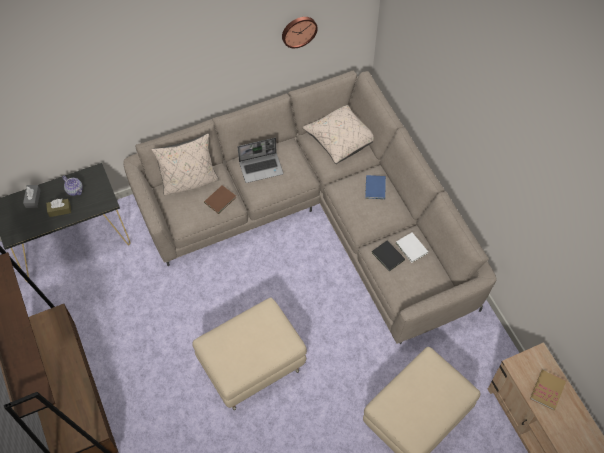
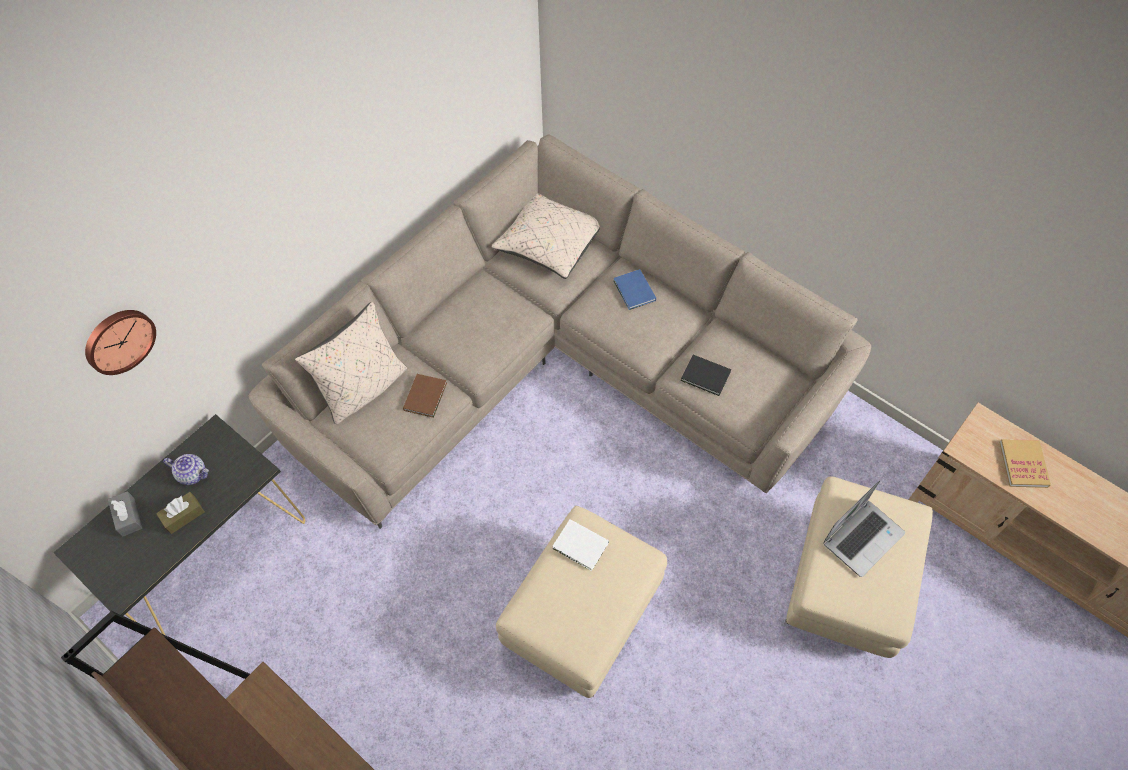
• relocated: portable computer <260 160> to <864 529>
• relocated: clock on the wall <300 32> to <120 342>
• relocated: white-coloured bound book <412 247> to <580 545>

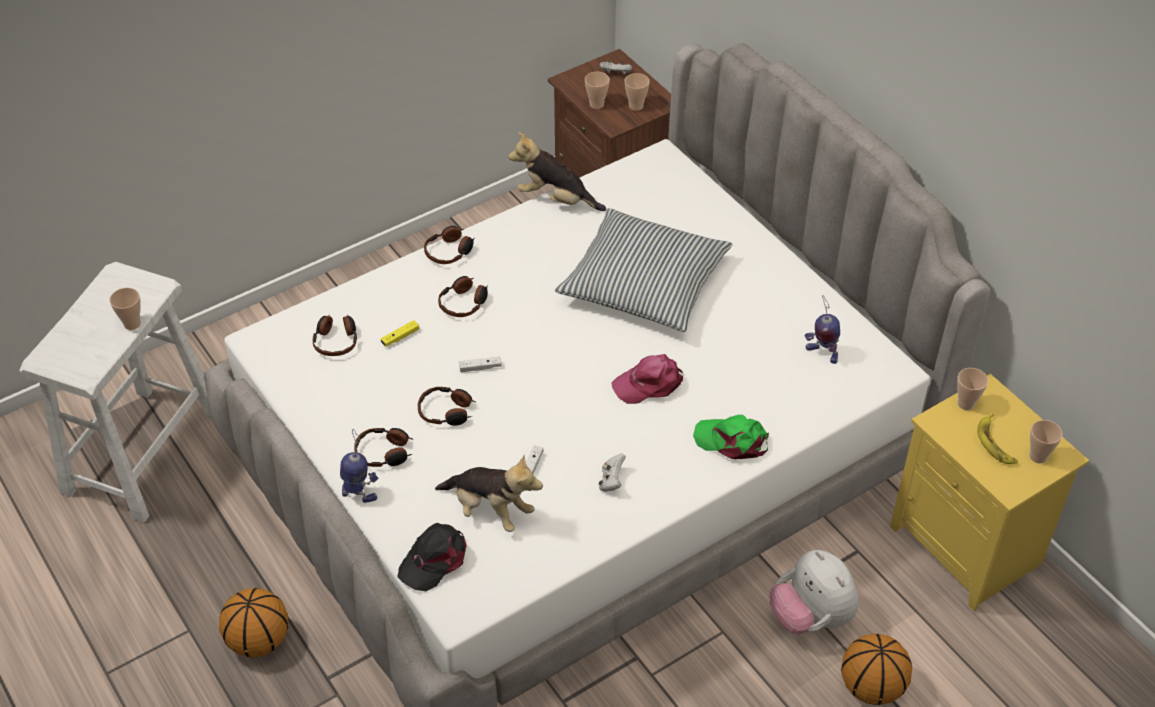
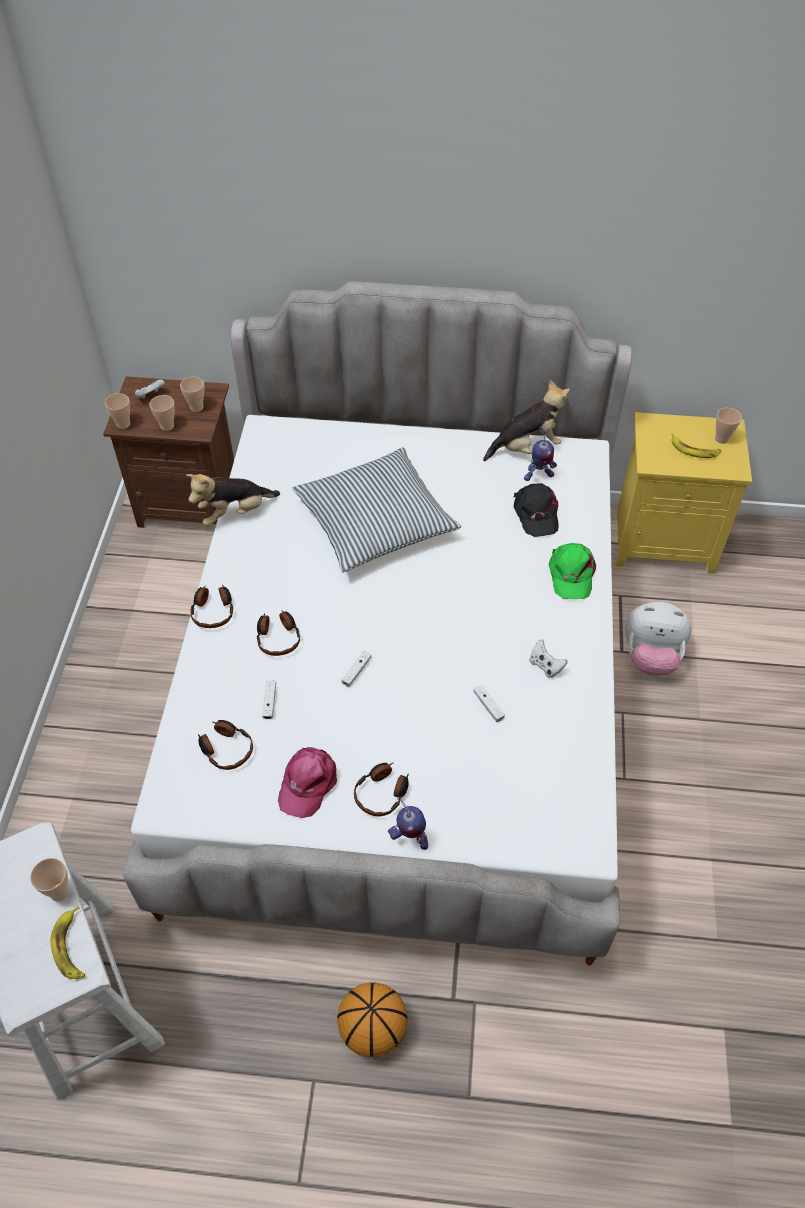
• spun: robot figure <359 466> = <407 824> 135 degrees counterclockwise
• colour: yellowish game controller <400 333> to white-coloured game controller <269 699>
• relocated: black peaked cap <432 557> to <536 510>
• missing: pair of headphones <446 406>
• relocated: soft toy <489 493> to <526 420>
• relocated: pink peaked cap <647 379> to <307 782>
• spun: green peaked cap <731 437> = <572 571> 60 degrees counterclockwise
• missing: basketball ball <876 669>
• relocated: small cup <972 389> to <117 411>
• appeared: banana fruit <68 942>

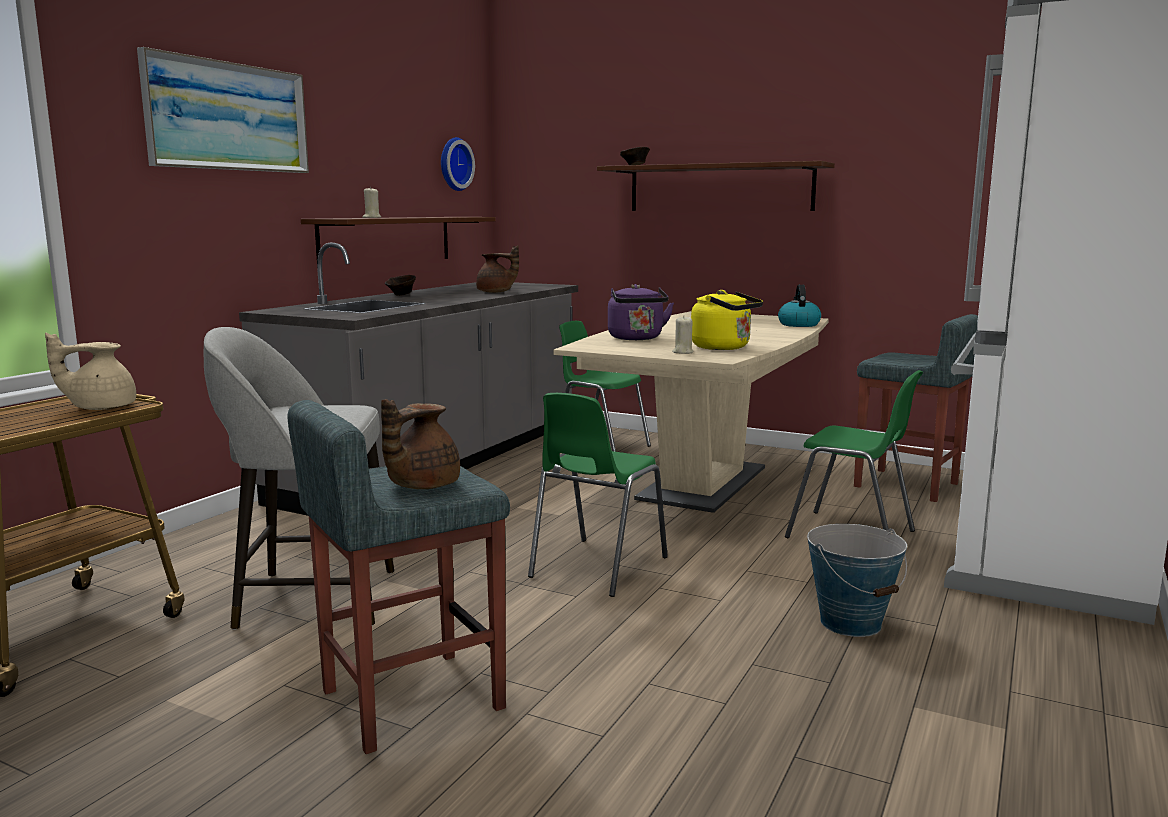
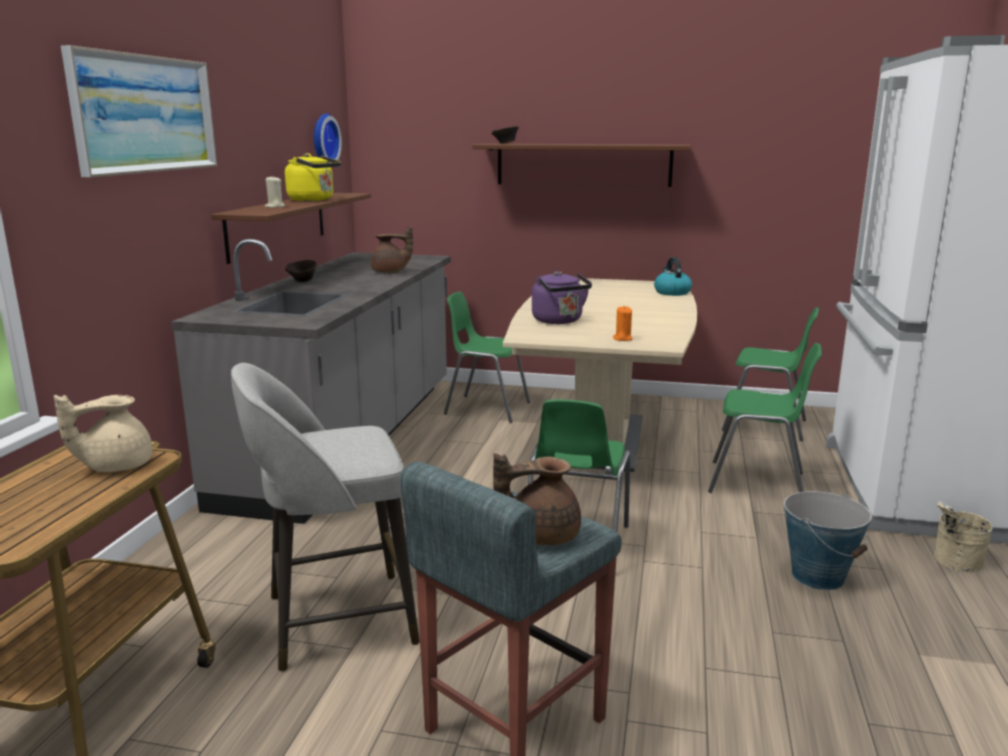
• spun: brown tea pot <420 444> = <537 499> 60 degrees clockwise
• colour: beige wax light <683 335> to orangey wax light <622 323>
• relocated: yellowish kettle <727 320> to <313 177>
• exchanged: grey sitting stool <916 408> to green upright chair <770 374>
• appeared: beige water bucket <963 537>

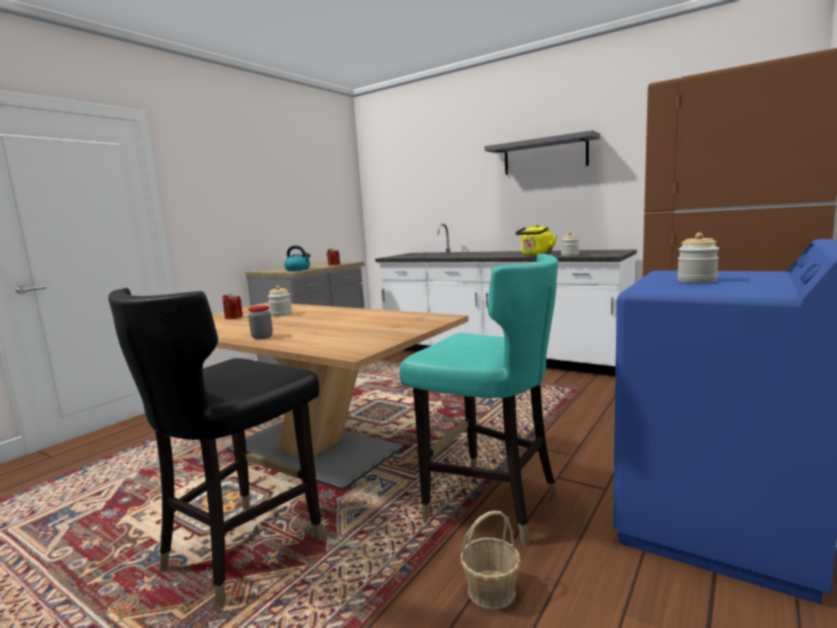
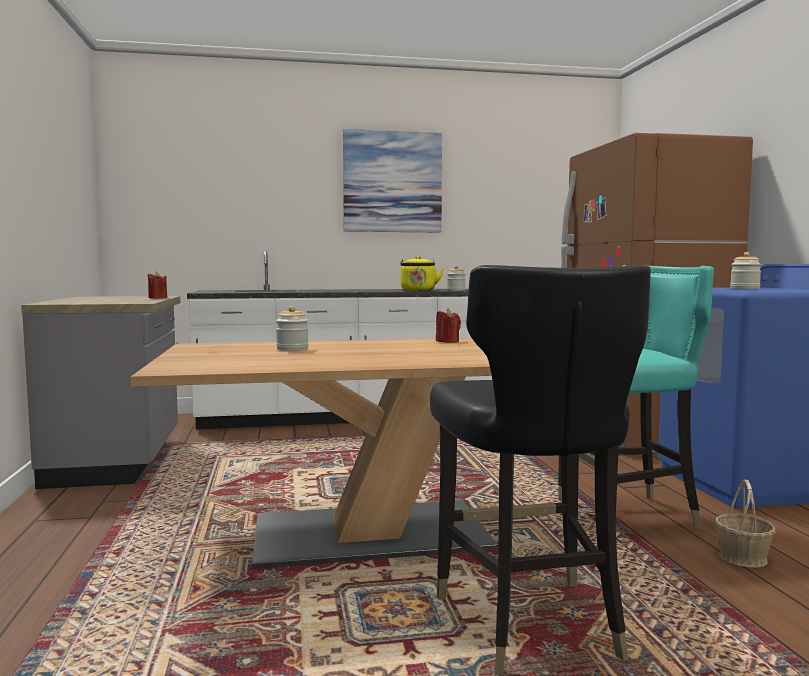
• relocated: red-coloured wax light <232 306> to <448 325>
• missing: jar <260 322>
• missing: kettle <297 258>
• exchanged: grey bracket shelf <542 152> to wall picture <392 180>

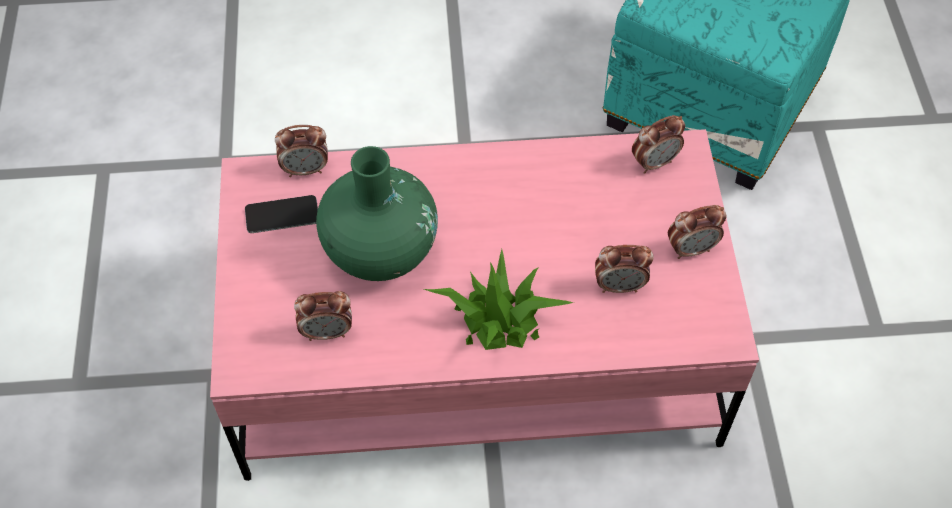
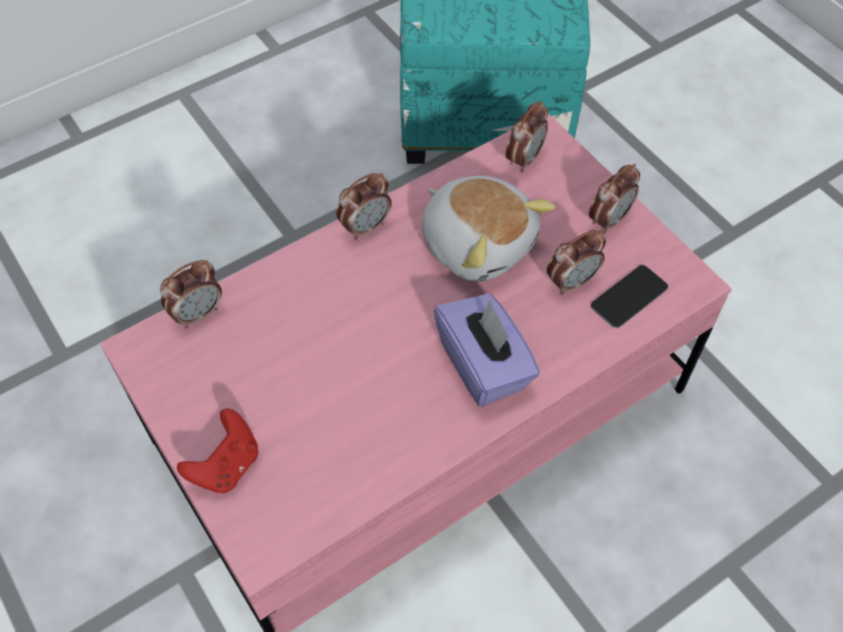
• relocated: phone <281 214> to <629 296>
• relocated: alarm clock <323 316> to <364 206>
• missing: green flower vase <377 213>
• exchanged: potted plant <499 299> to purplish box of tissues <487 350>
• appeared: red-coloured game controller <217 451>
• appeared: soft toy <489 229>

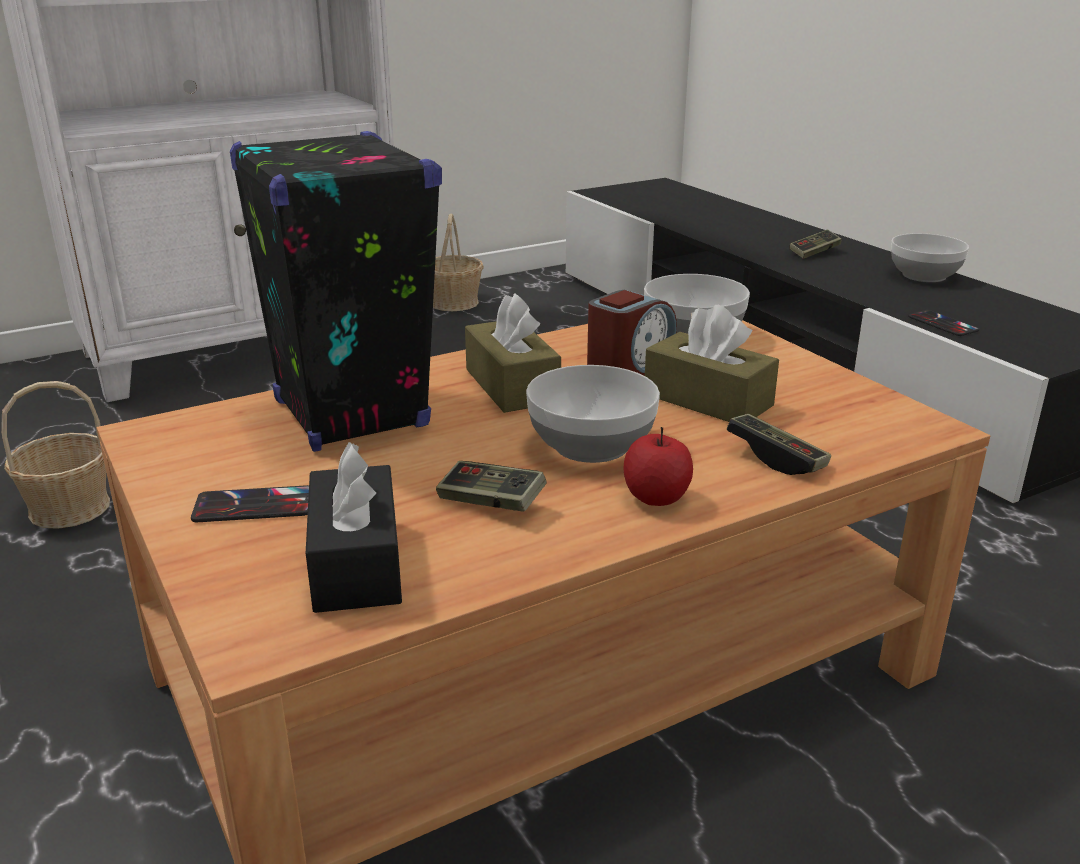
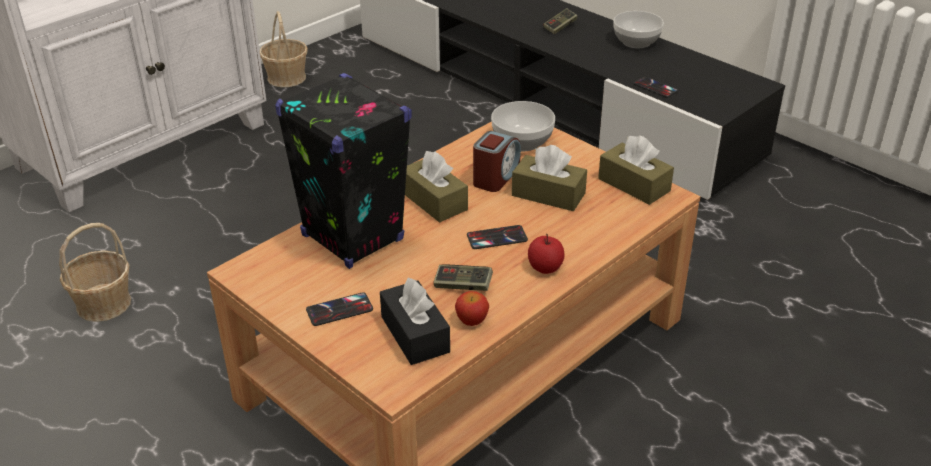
• exchanged: serving bowl <593 414> to phone <497 237>
• missing: game controller <779 444>
• appeared: apple <472 308>
• appeared: brown box of tissues <636 170>

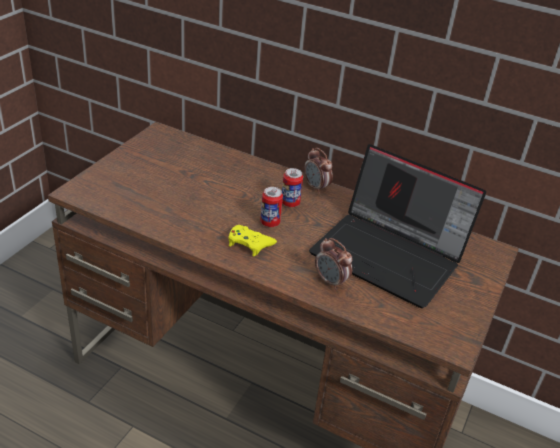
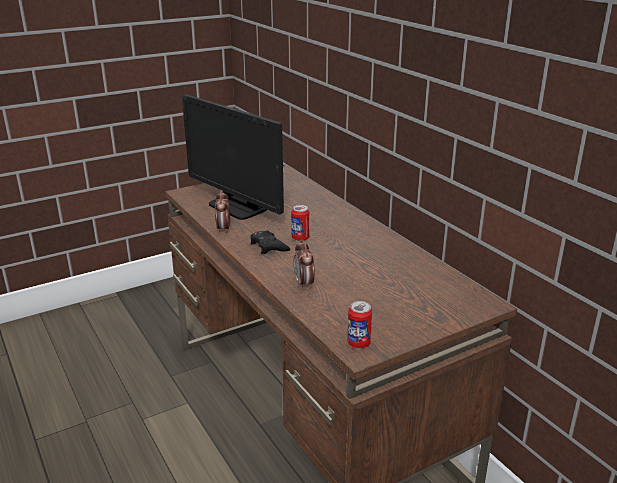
• colour: yellowish game controller <252 240> to black game controller <270 242>
• relocated: metal can <292 187> to <359 325>
• relocated: alarm clock <318 171> to <222 211>
• missing: portable computer <397 226>
• appeared: monitor <233 157>

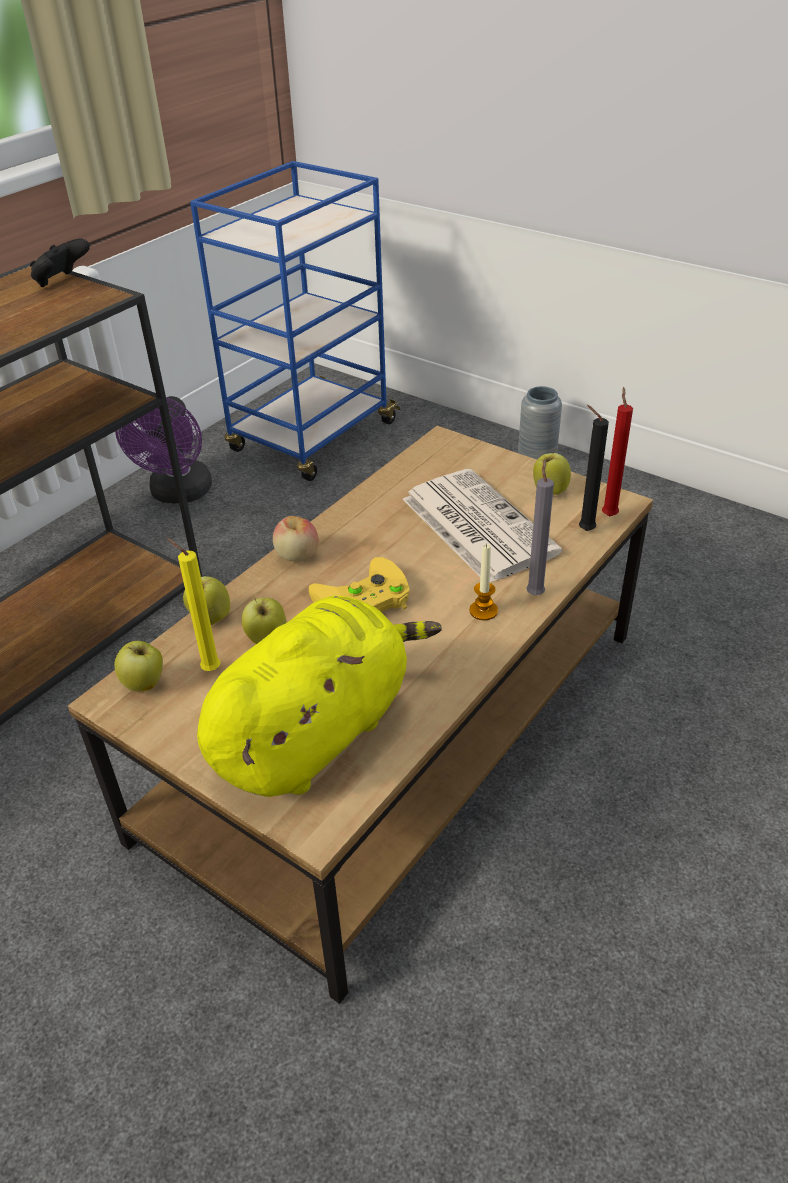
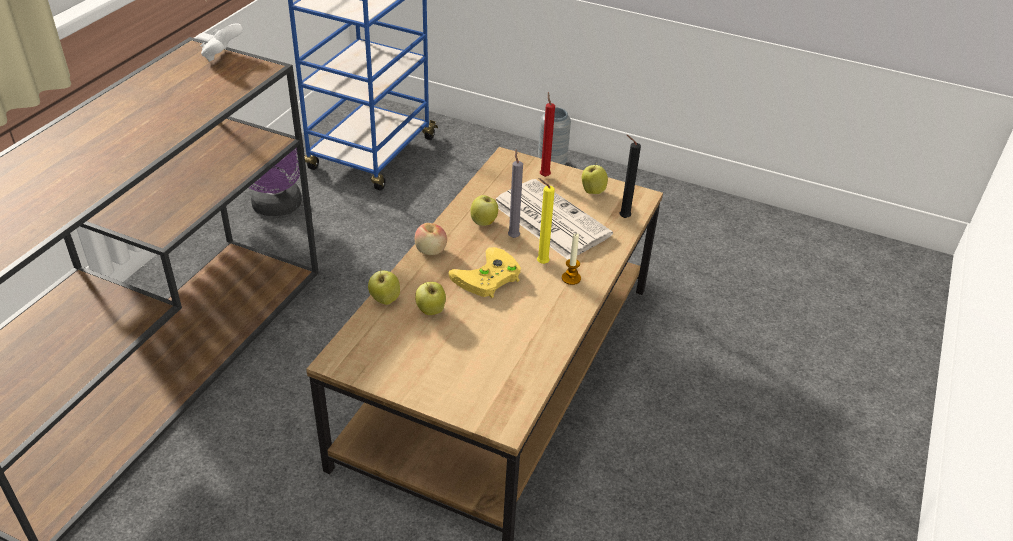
• colour: black game controller <60 262> to white-coloured game controller <222 42>
• relocated: apple <138 666> to <484 210>
• relocated: yellowish wax light <194 604> to <546 221>
• missing: yellowish soft toy <319 696>
• relocated: grey wax light <540 527> to <515 193>
• relocated: red-coloured wax light <617 451> to <547 134>

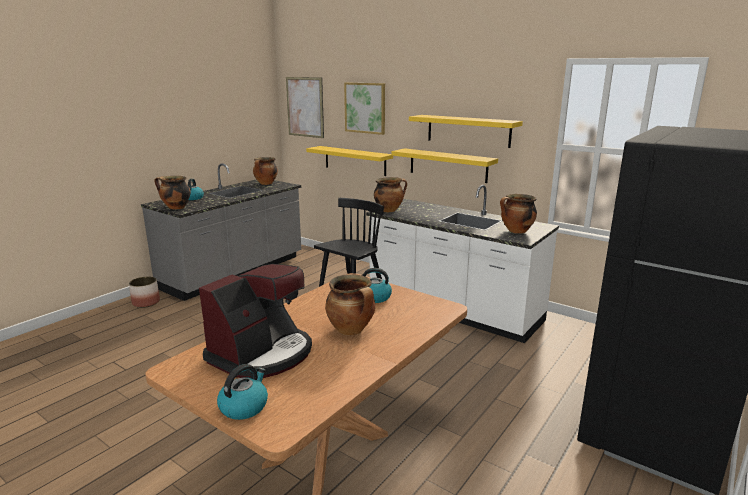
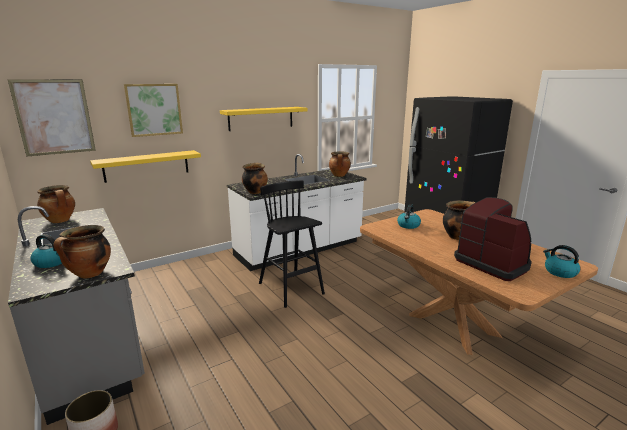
• missing: yellowish bracket shelf <444 165>

